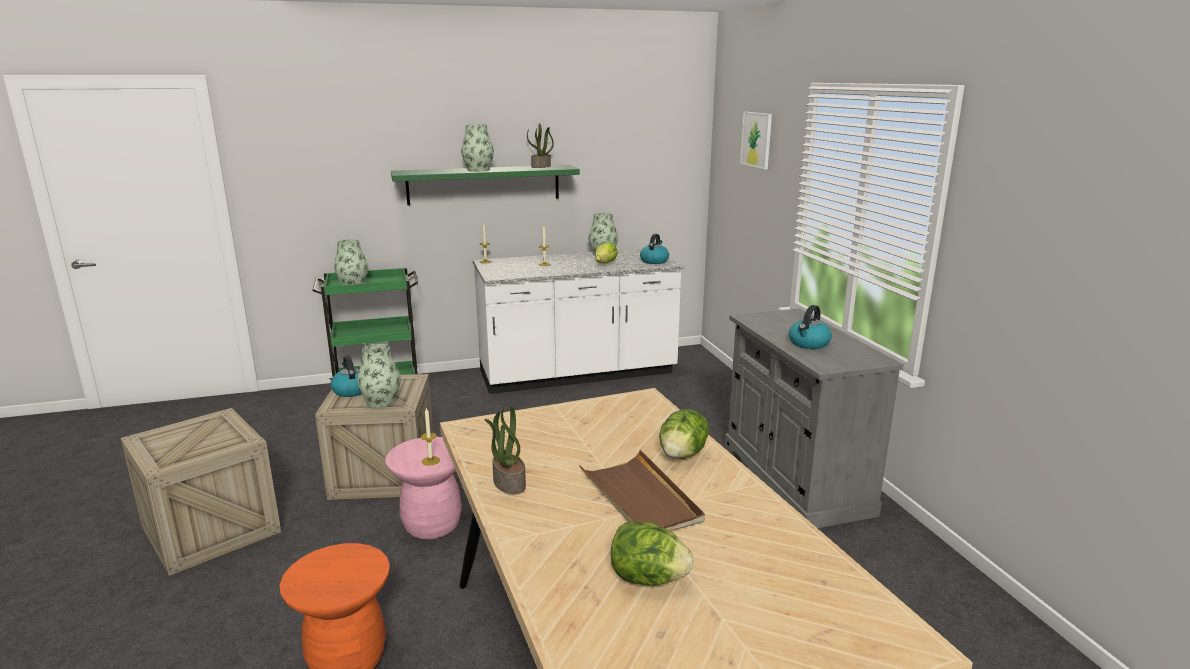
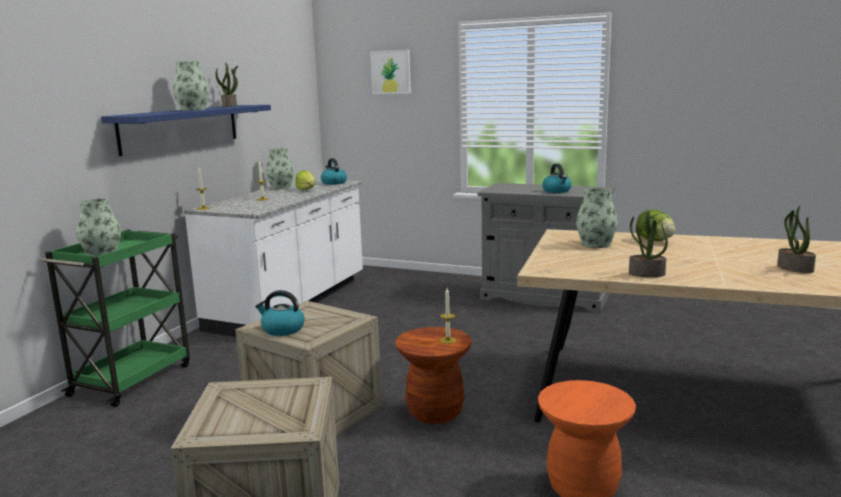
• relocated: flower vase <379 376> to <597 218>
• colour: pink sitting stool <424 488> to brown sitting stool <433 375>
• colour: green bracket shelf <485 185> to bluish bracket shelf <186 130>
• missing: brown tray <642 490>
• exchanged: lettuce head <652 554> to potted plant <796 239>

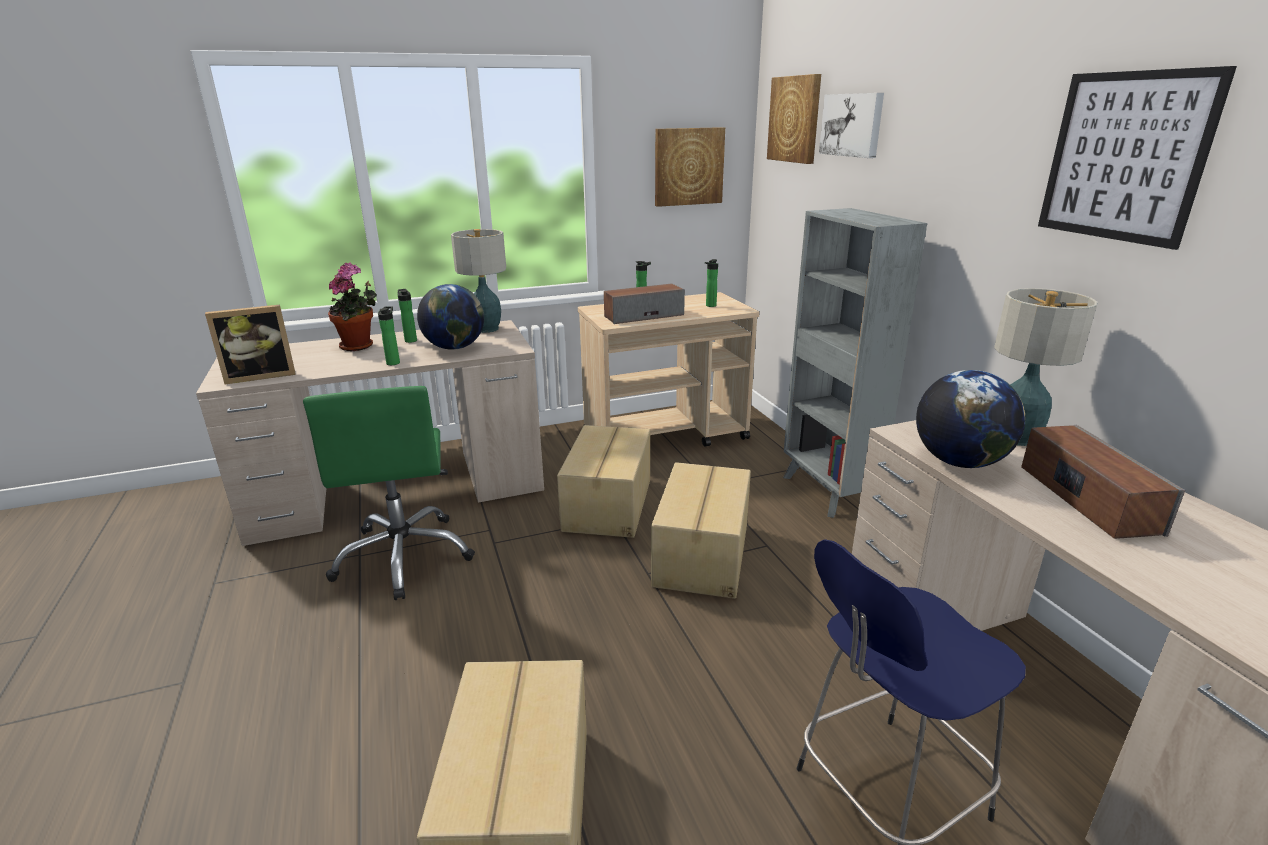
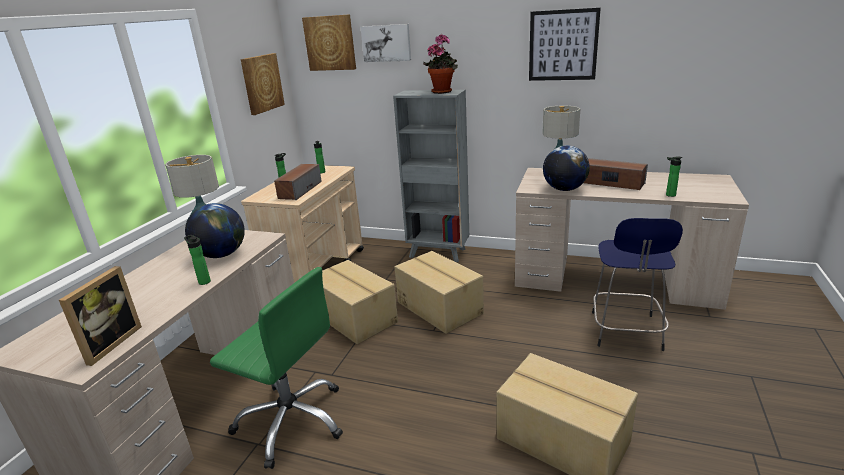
• relocated: potted plant <352 306> to <440 64>
• relocated: beverage bottle <407 316> to <674 176>

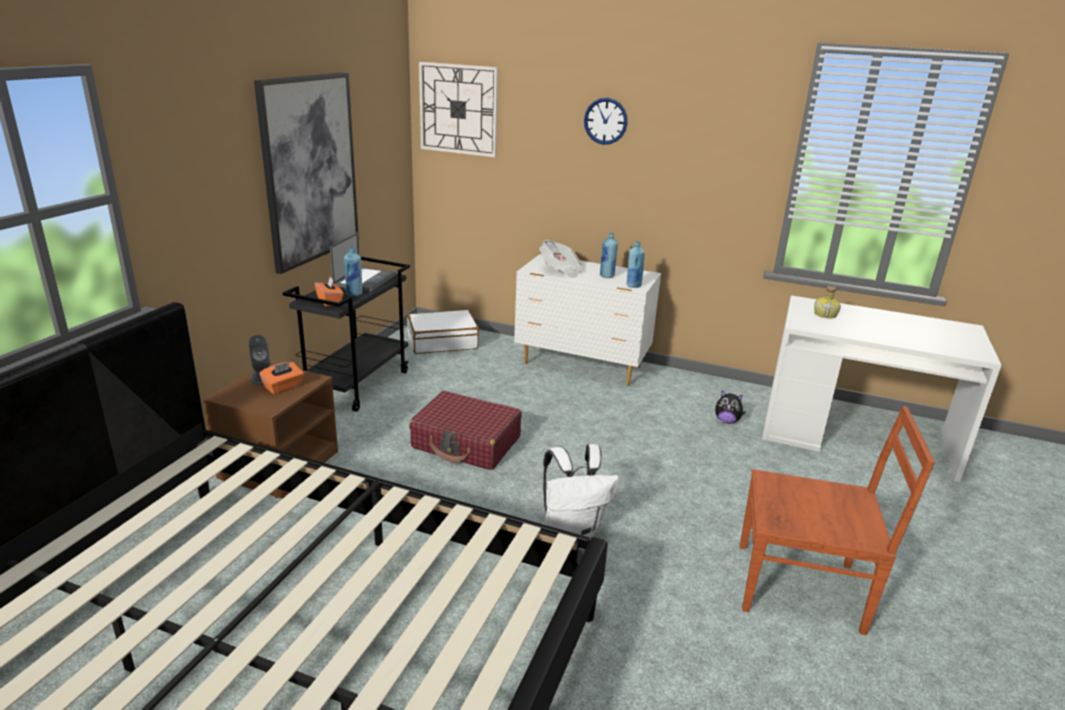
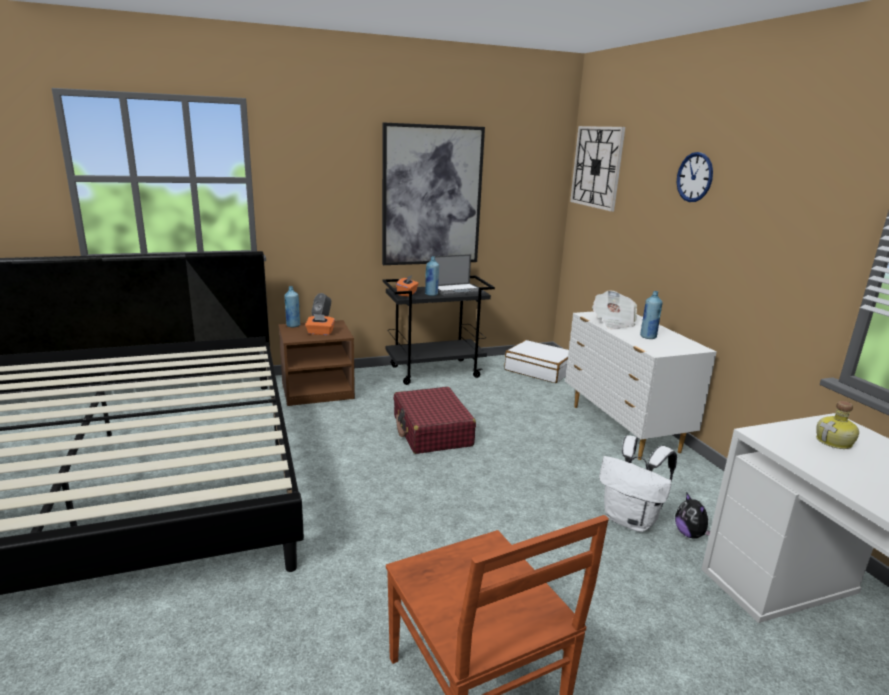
• relocated: white-coloured knapsack <581 491> to <638 483>
• relocated: bluish beverage bottle <636 264> to <292 306>

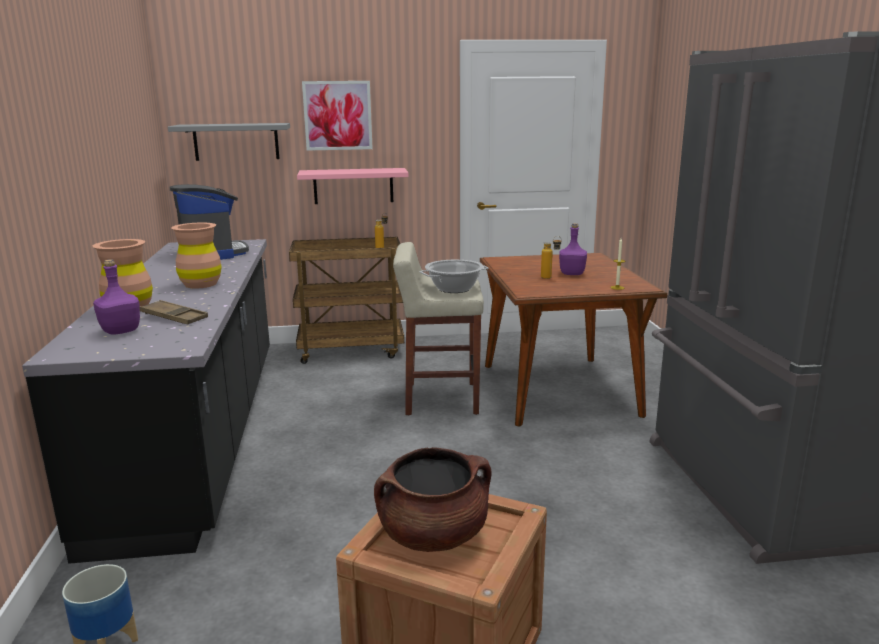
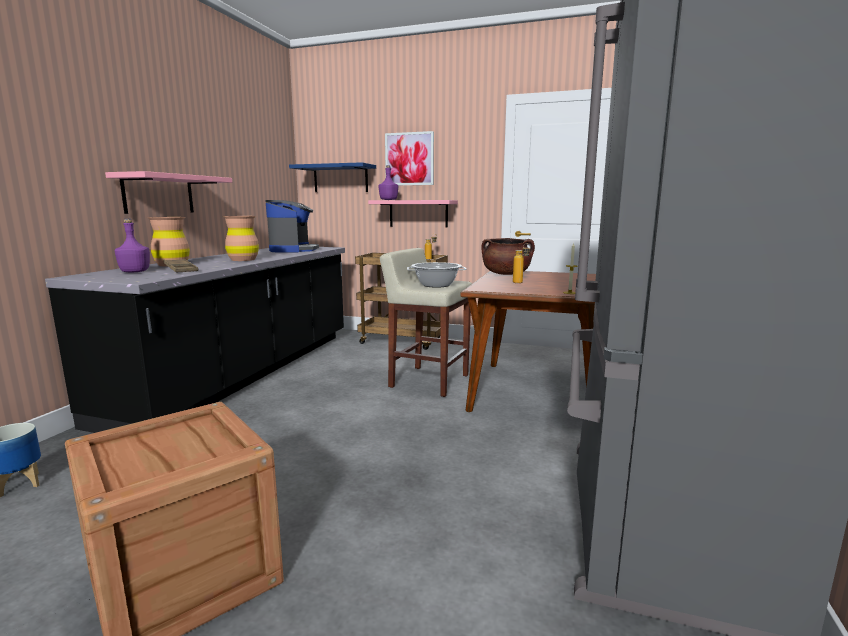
• colour: grey bracket shelf <229 142> to bluish bracket shelf <332 177>
• relocated: brown stockpot <433 499> to <508 256>
• relocated: purplish beverage bottle <573 249> to <388 182>
• appeared: pink bracket shelf <168 192>

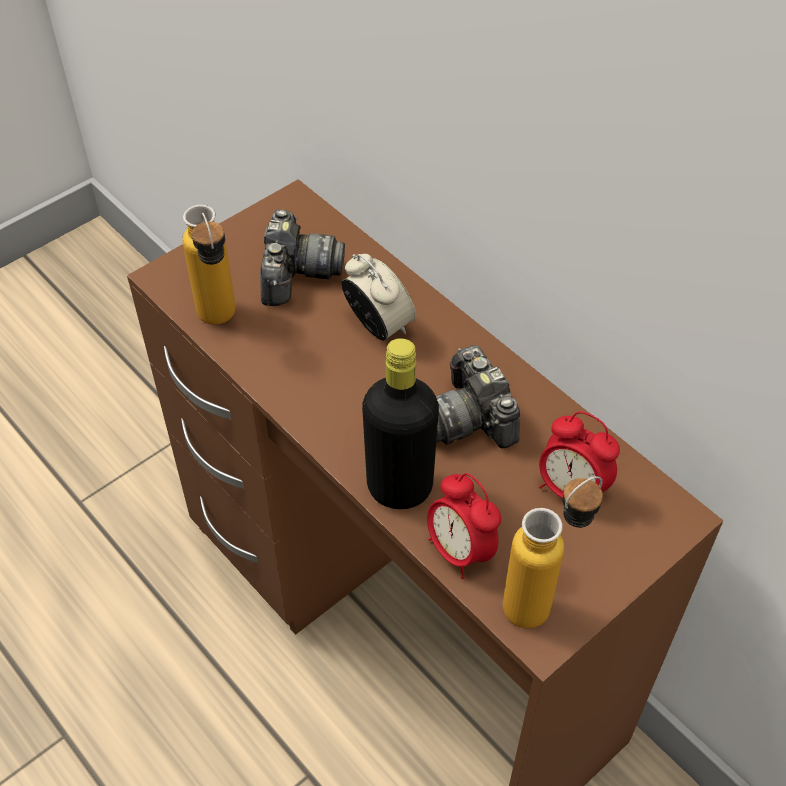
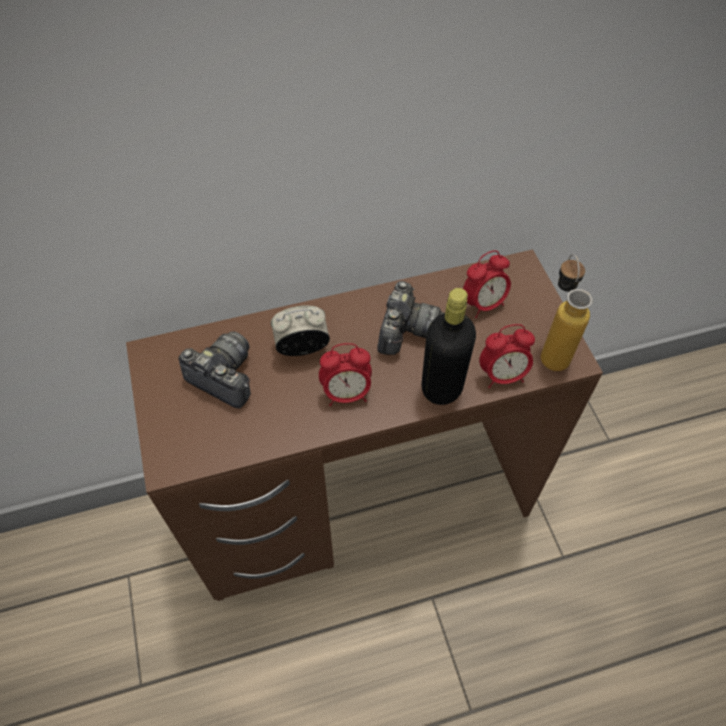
• missing: beverage bottle <209 265>
• spun: photo camera <478 396> = <410 318> 75 degrees counterclockwise
• appeared: alarm clock <345 374>

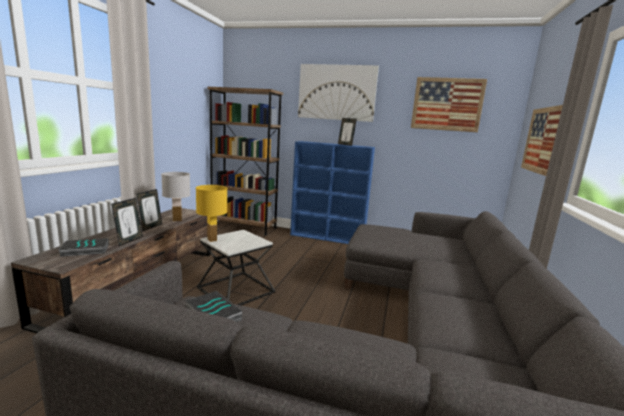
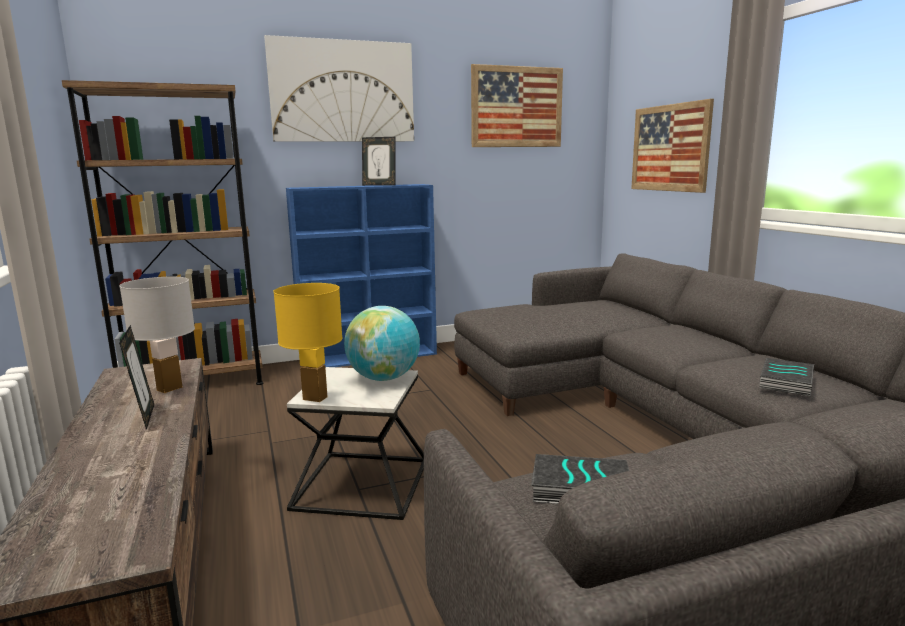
• relocated: bound book <83 247> to <786 377>
• missing: photo frame <127 222>
• appeared: world globe <382 343>

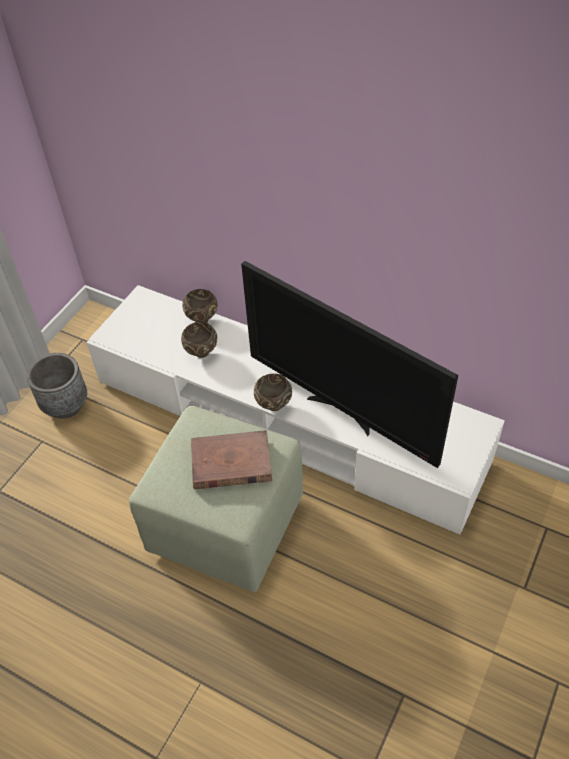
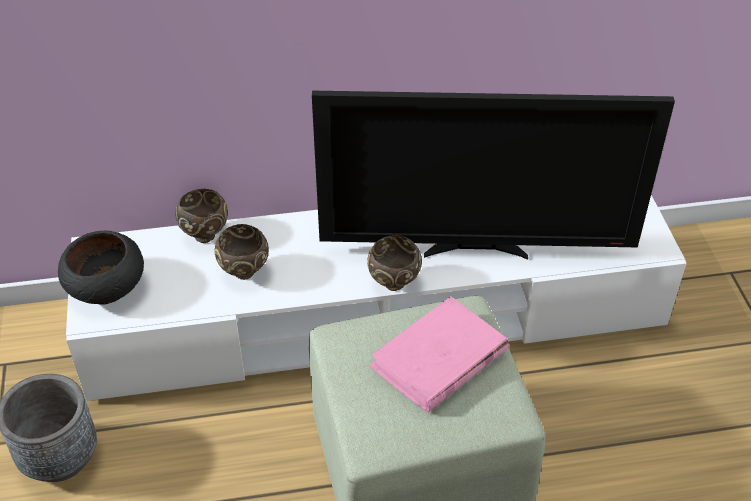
• colour: brown bound book <231 460> to pink bound book <439 354>
• appeared: black serving bowl <101 268>

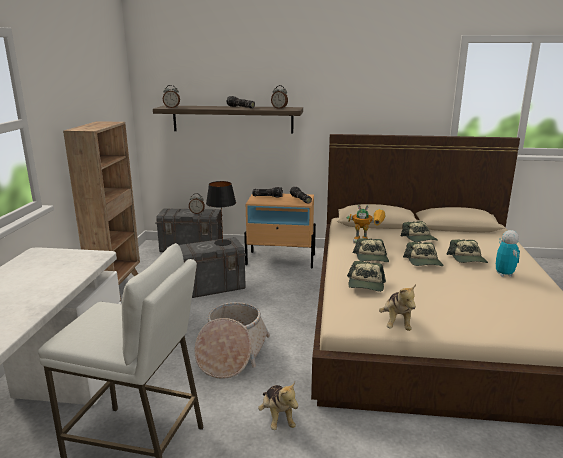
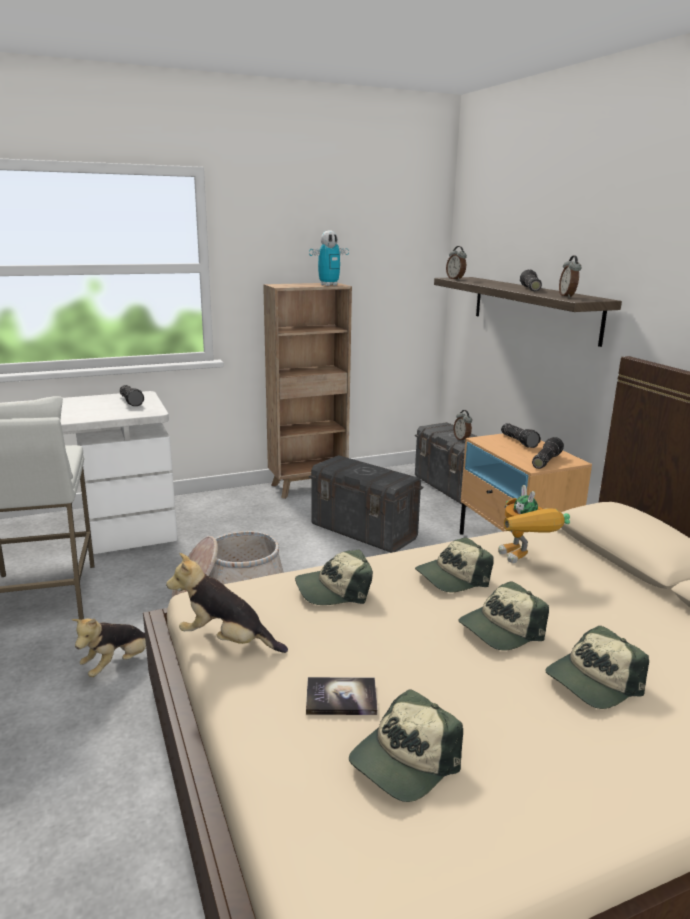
• missing: black lamp for a table <221 213>
• spun: soft toy <397 307> = <227 603> 45 degrees clockwise
• relocated: peaked cap <419 231> to <406 746>
• relocated: robot figure <508 253> to <329 258>
• appeared: flashlight <132 395>
• appeared: bound book <341 696>

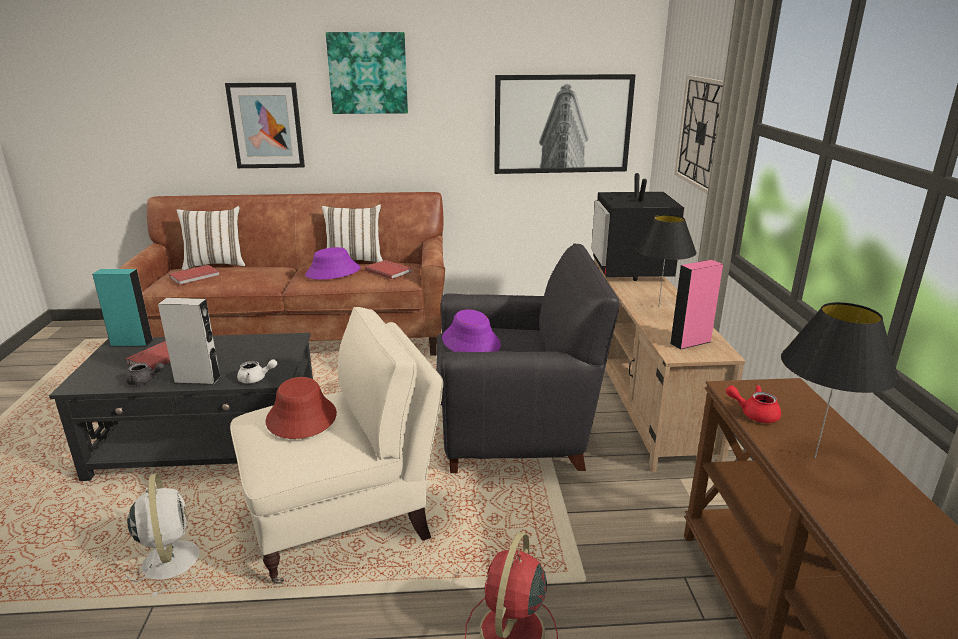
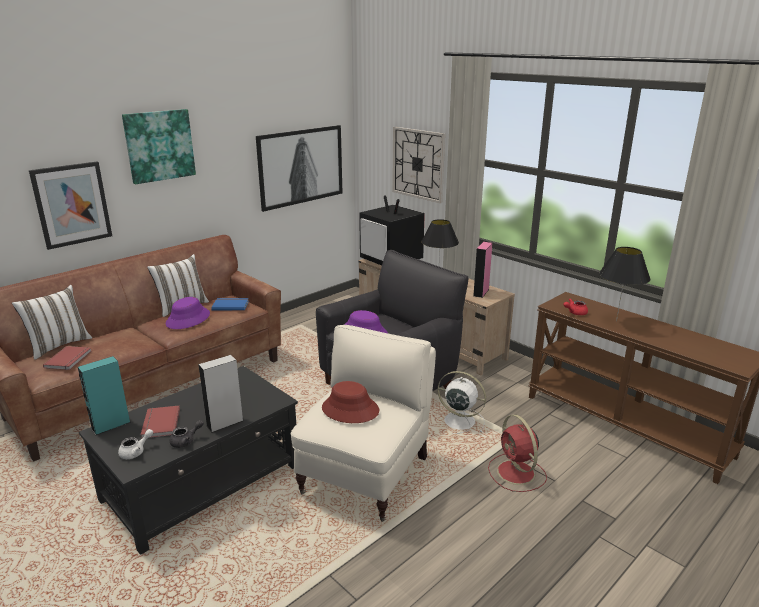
• relocated: white-coloured cooling fan <167 535> to <462 402>
• relocated: white-coloured tea pot <257 371> to <135 444>
• colour: red-coloured bound book <388 269> to bluish bound book <230 304>

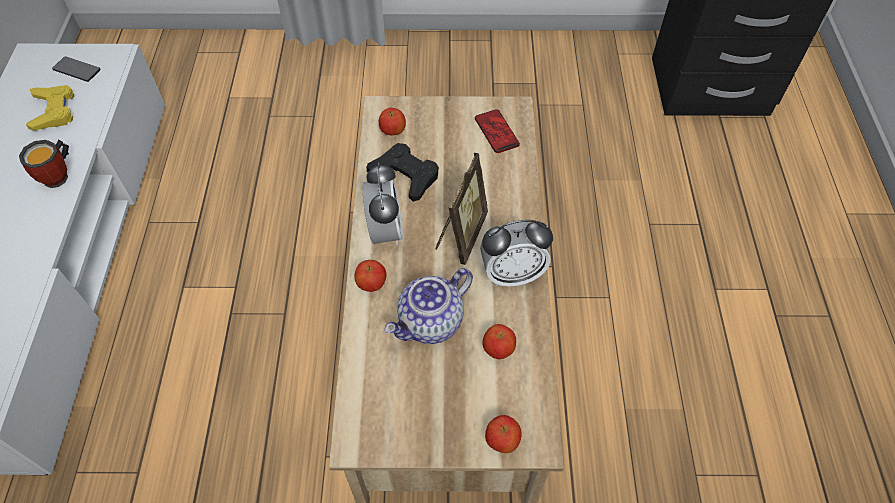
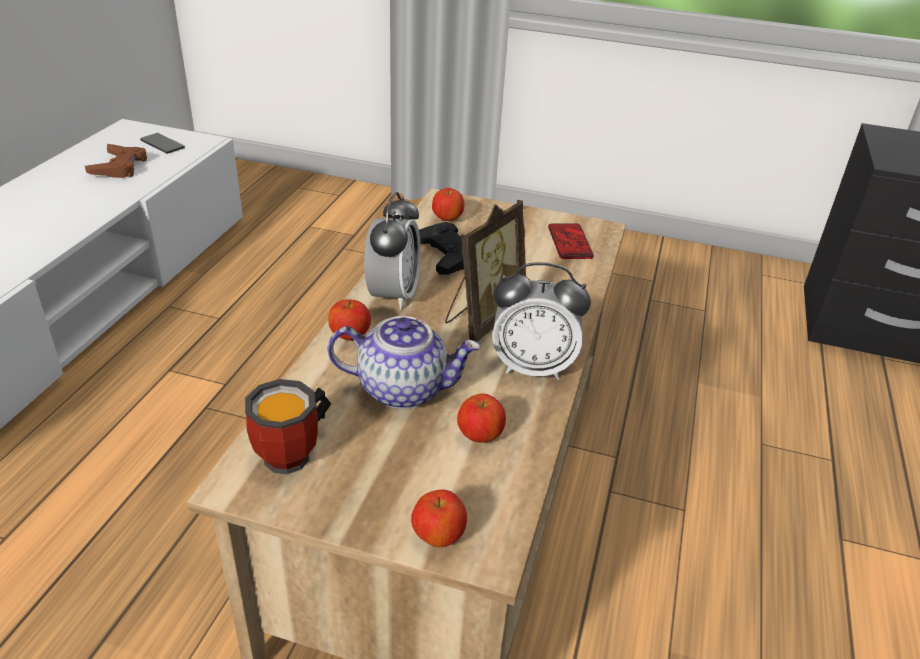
• relocated: mug <44 164> to <288 426>
• colour: yellowish game controller <50 108> to brown game controller <116 161>
• spun: tea pot <428 306> = <404 362> 150 degrees counterclockwise

